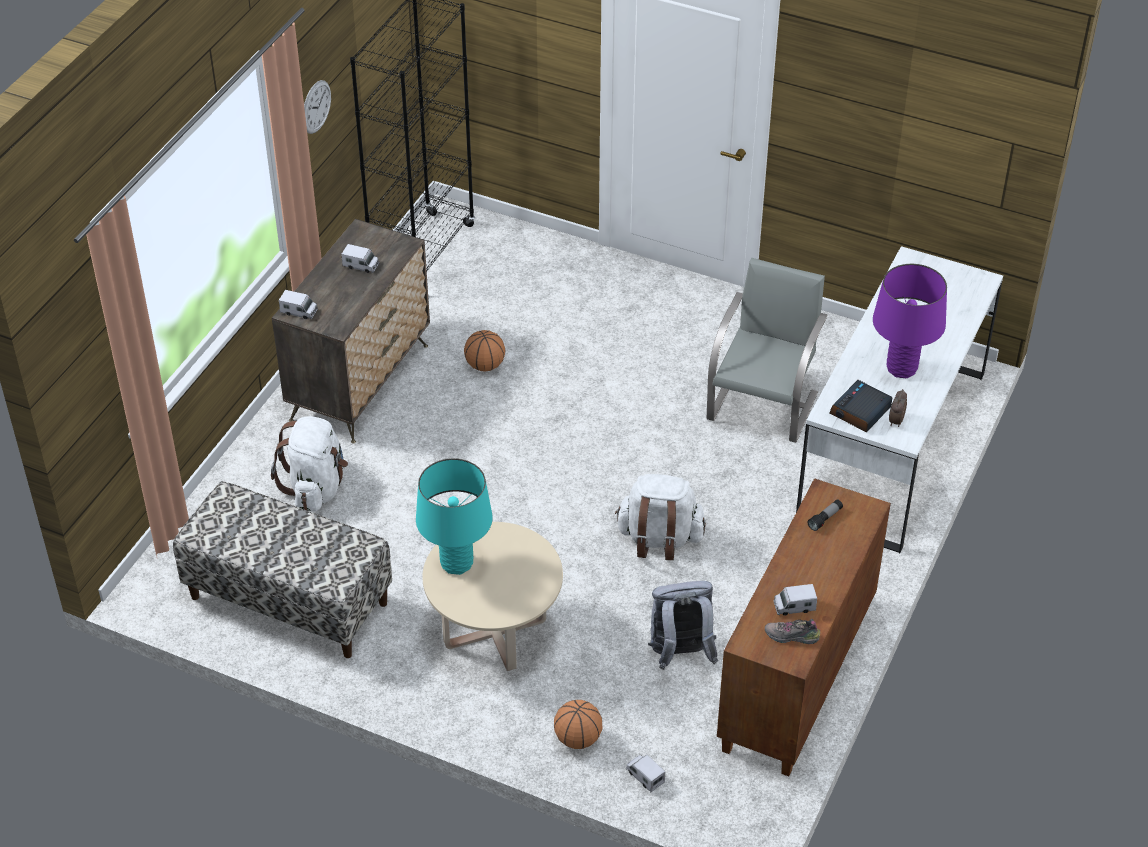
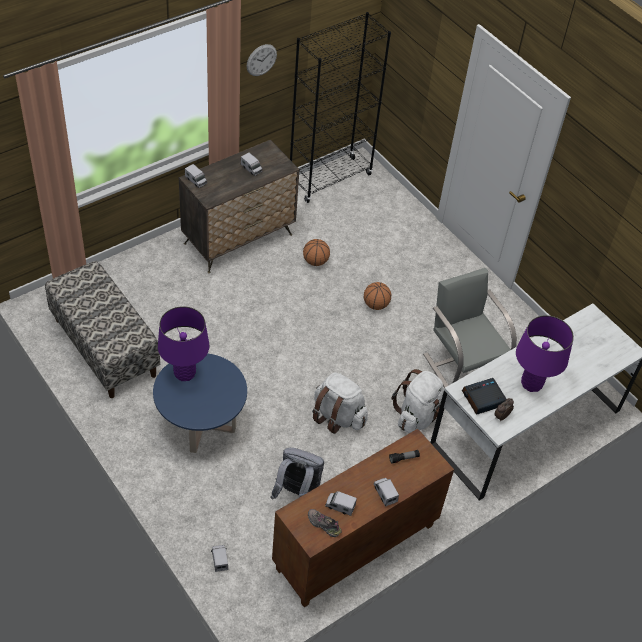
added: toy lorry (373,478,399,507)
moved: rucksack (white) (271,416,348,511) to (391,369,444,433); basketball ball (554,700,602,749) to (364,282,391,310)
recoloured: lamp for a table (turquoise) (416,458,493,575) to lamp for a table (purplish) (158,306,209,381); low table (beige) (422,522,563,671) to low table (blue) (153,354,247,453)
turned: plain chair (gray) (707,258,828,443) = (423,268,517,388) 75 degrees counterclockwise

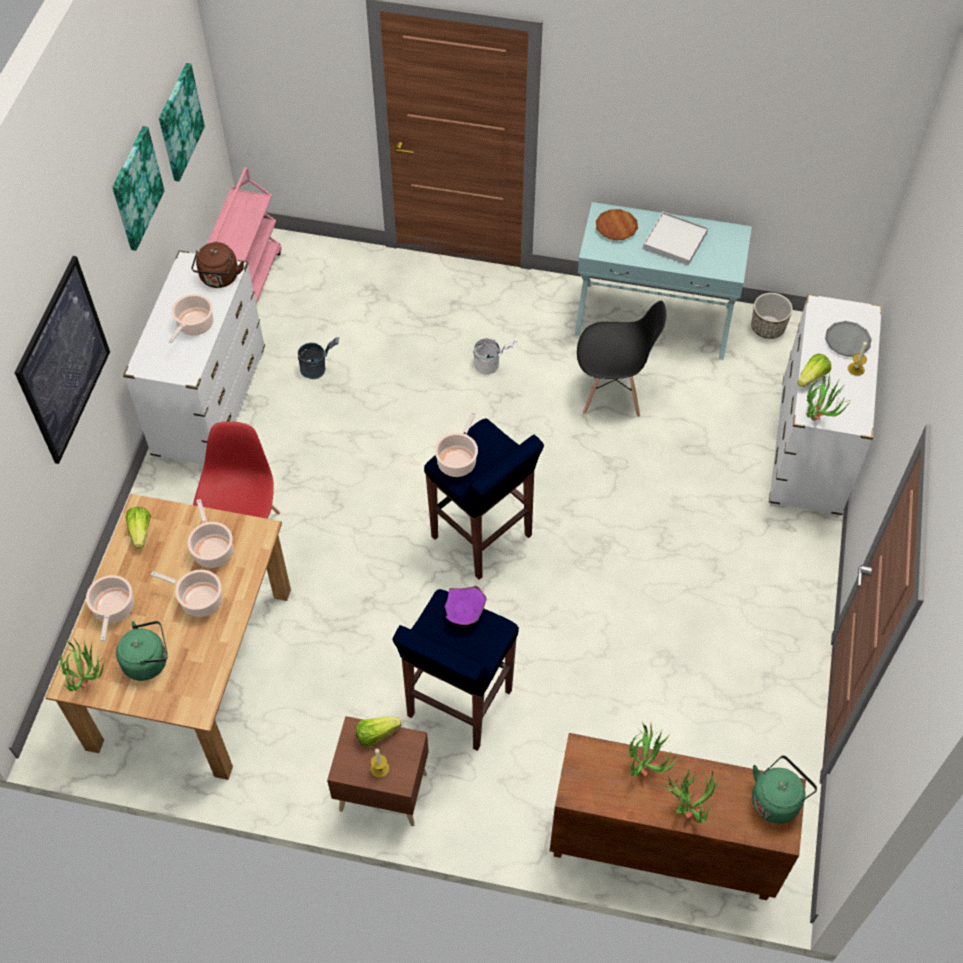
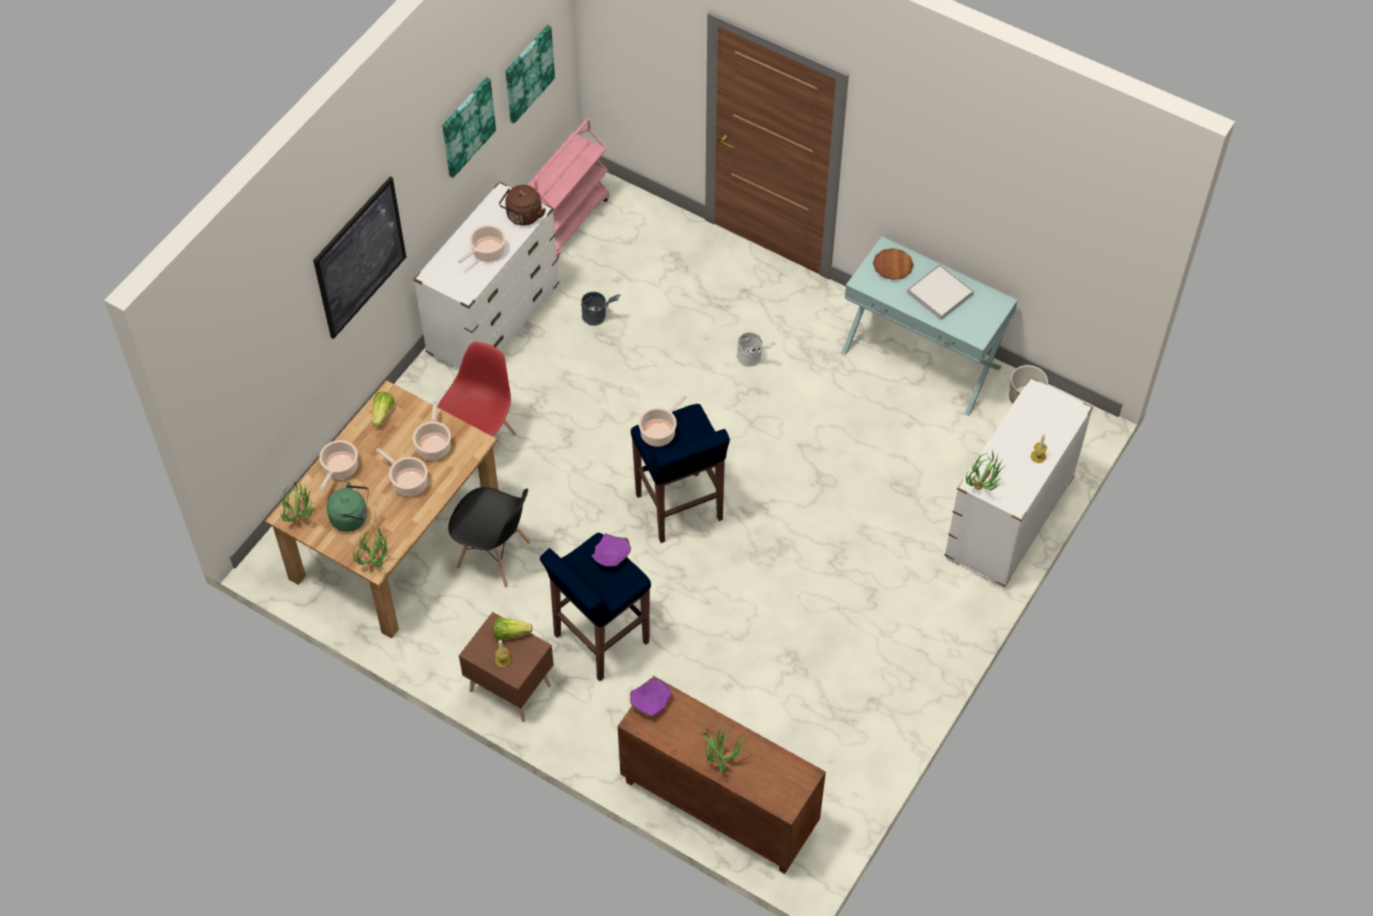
removed: water kettle (green) (752,755,817,824); head of lettuce (797,354,831,387); flat dish (gray) (825,321,872,357)
added: serving bowl (purplish) (630,678,672,717)
moved: plain chair (black) (577,301,666,417) to (448,487,531,587); houseplant (629,722,677,777) to (353,525,390,568)

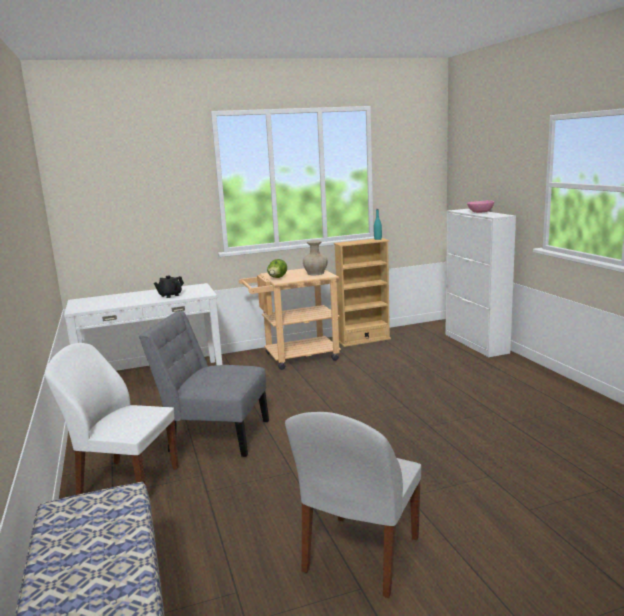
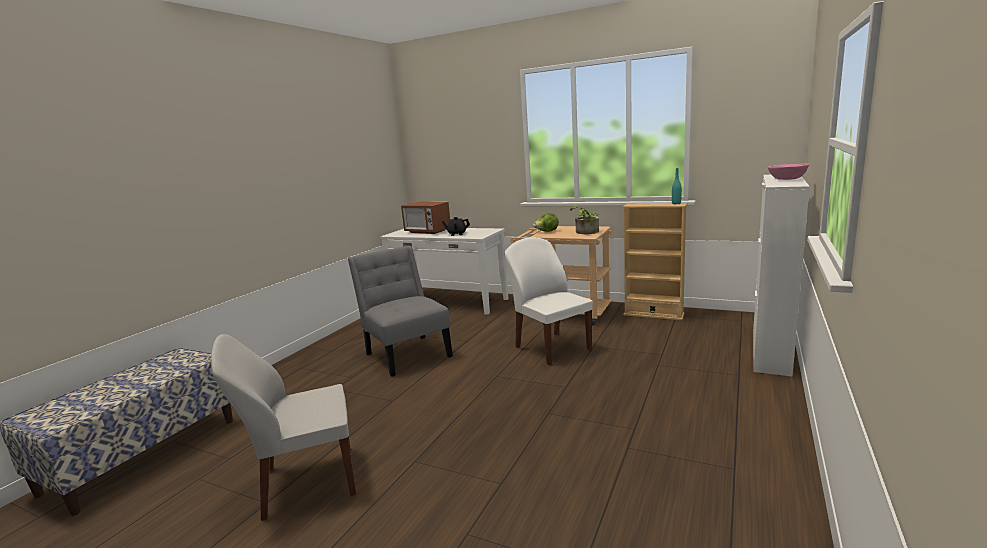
added: kitchen microwave (401,202,450,234)
moved: plain chair (white) (45,343,179,495) to (504,237,593,365)
replaced: vase (beige) (303,240,328,275) to houseplant (570,205,599,234)

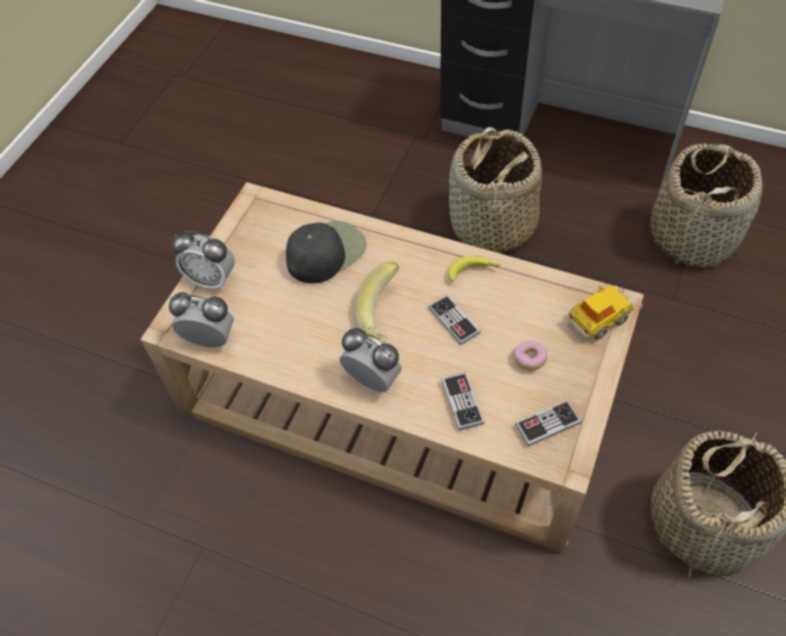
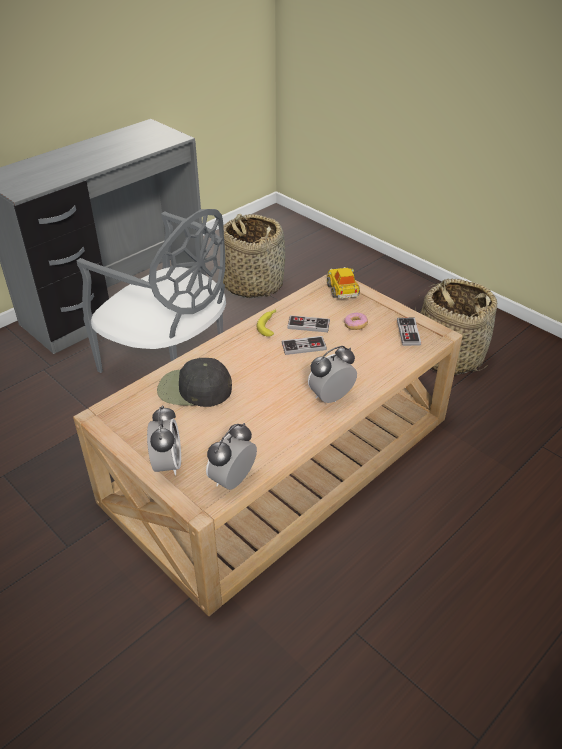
removed: banana (354,262,399,344)
moved: game controller (441,372,484,431) to (287,315,330,332)
replaced: household basket (449,127,542,253) to plain chair (gray) (77,209,226,373)
turned: table clock (172,231,235,290) = (147,405,181,475) 45 degrees counterclockwise; cap (black) (286,221,367,283) = (157,358,232,407) 60 degrees counterclockwise

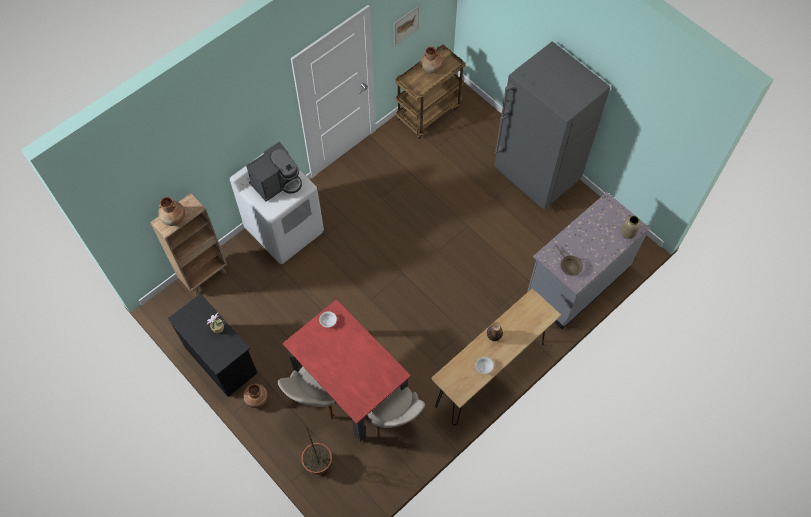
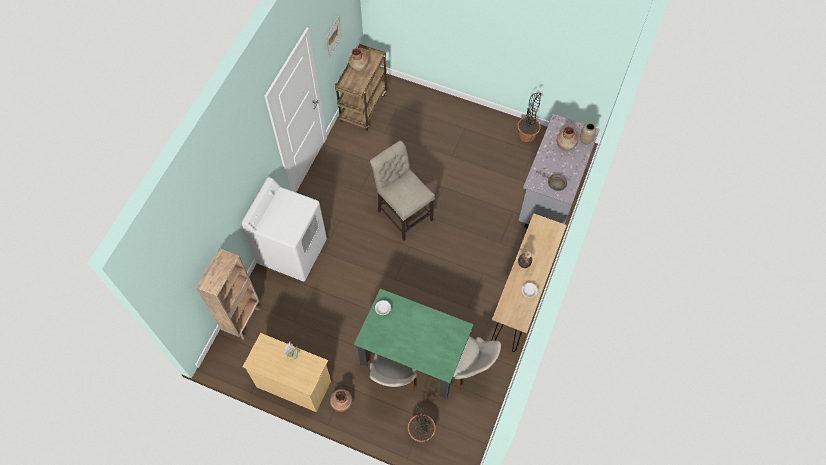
removed: coffee machine (246,142,302,202); fridge (gray) (494,42,610,210)
added: plain chair (beige) (370,141,435,241); houseplant (518,93,541,142)
moved: vase (brown) (159,197,185,226) to (557,126,578,150)
recoloured: drawer chest (black) (168,294,257,397) to drawer chest (beige) (243,333,331,412); kitchen table (red-coloured) (282,299,411,442) to kitchen table (green) (354,289,474,399)

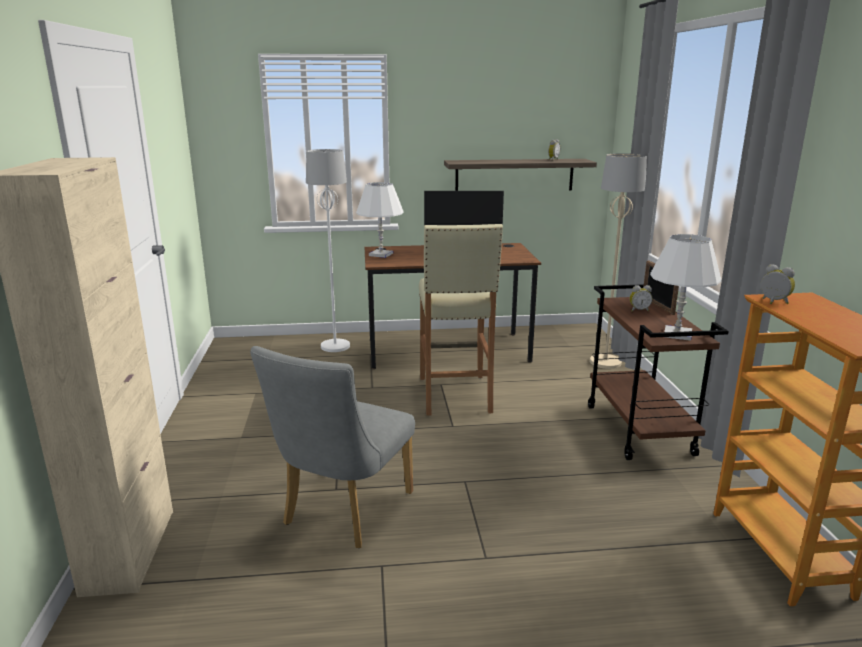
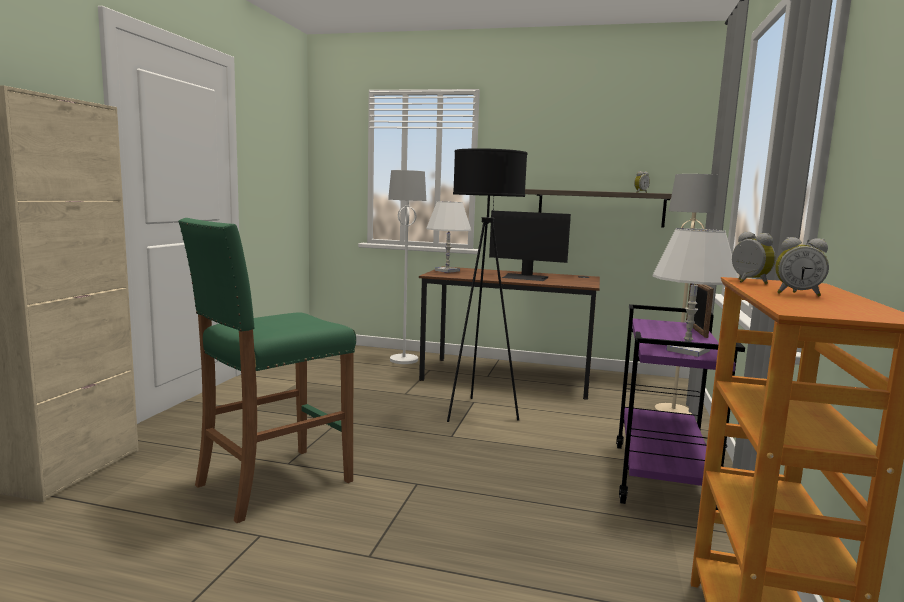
moved: table clock (630,285,652,312) to (775,237,829,297)
replaced: plain chair (gray) (250,346,415,548) to stool seat (green) (178,218,356,523); stool seat (beige) (419,224,503,416) to standing lamp (black) (447,148,527,422)
recoloured: cart (brown) (588,284,729,460) to cart (purplish) (616,304,745,510)

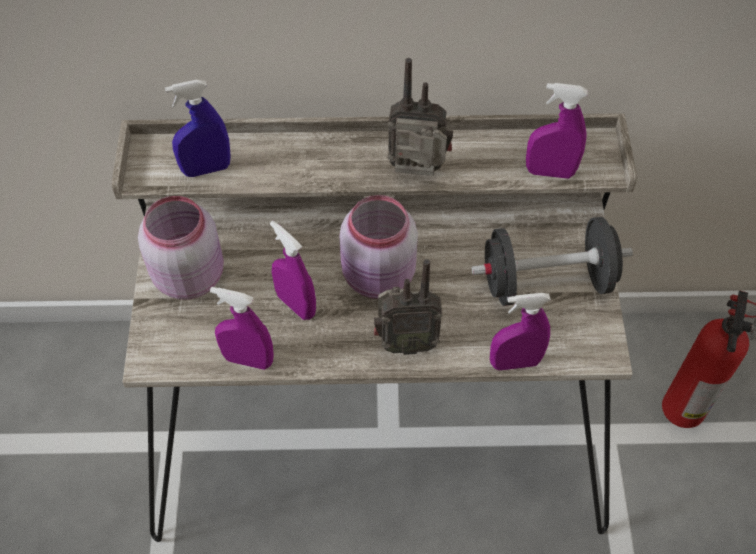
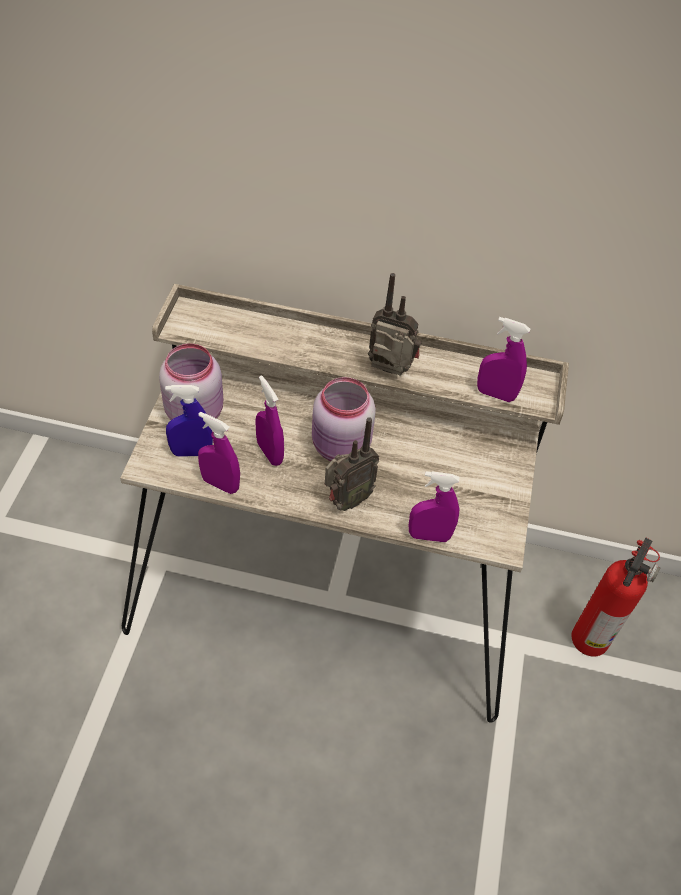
removed: free weight (black) (472,217,633,306)
moved: hand sprayer (blue) (165,80,231,177) to (165,385,213,457)
turned: radio receiver (374,259,443,355) = (325,417,379,511) 45 degrees counterclockwise

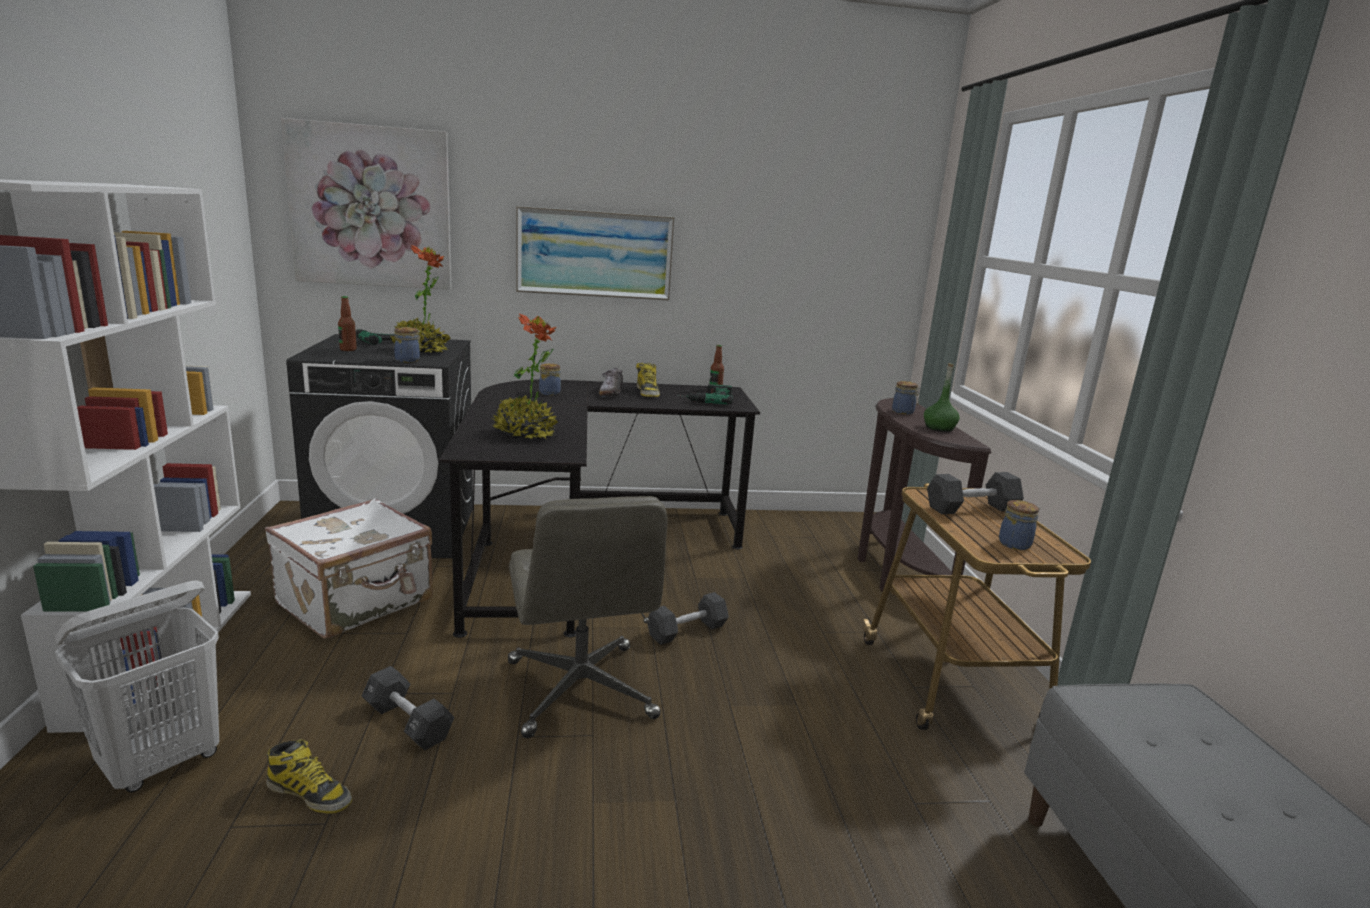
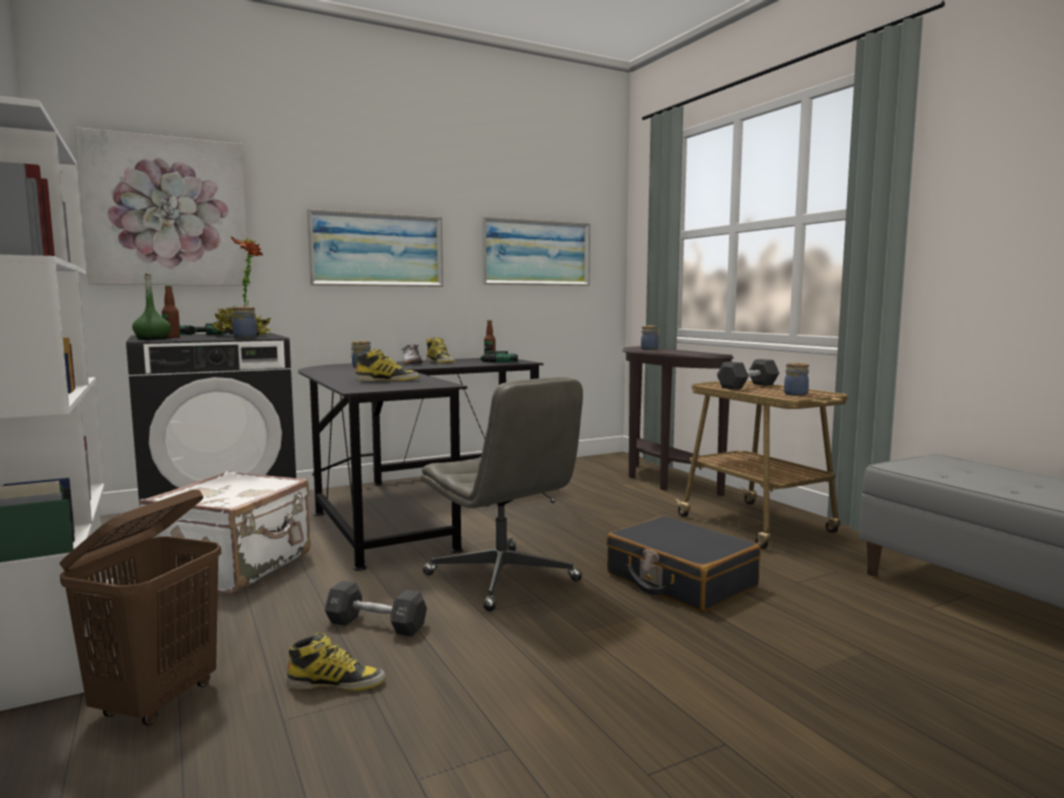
removed: free weight (black) (647,592,729,645)
added: wall art (482,217,590,286); piece of luggage (black) (606,516,761,612)
moved: beverage bottle (green) (924,363,960,432) to (132,274,171,340)
replaced: houseplant (490,314,558,440) to high-top boot (355,349,419,381)
recoloured: washing basket (white) (55,580,219,792) to washing basket (brown) (60,489,221,726)

